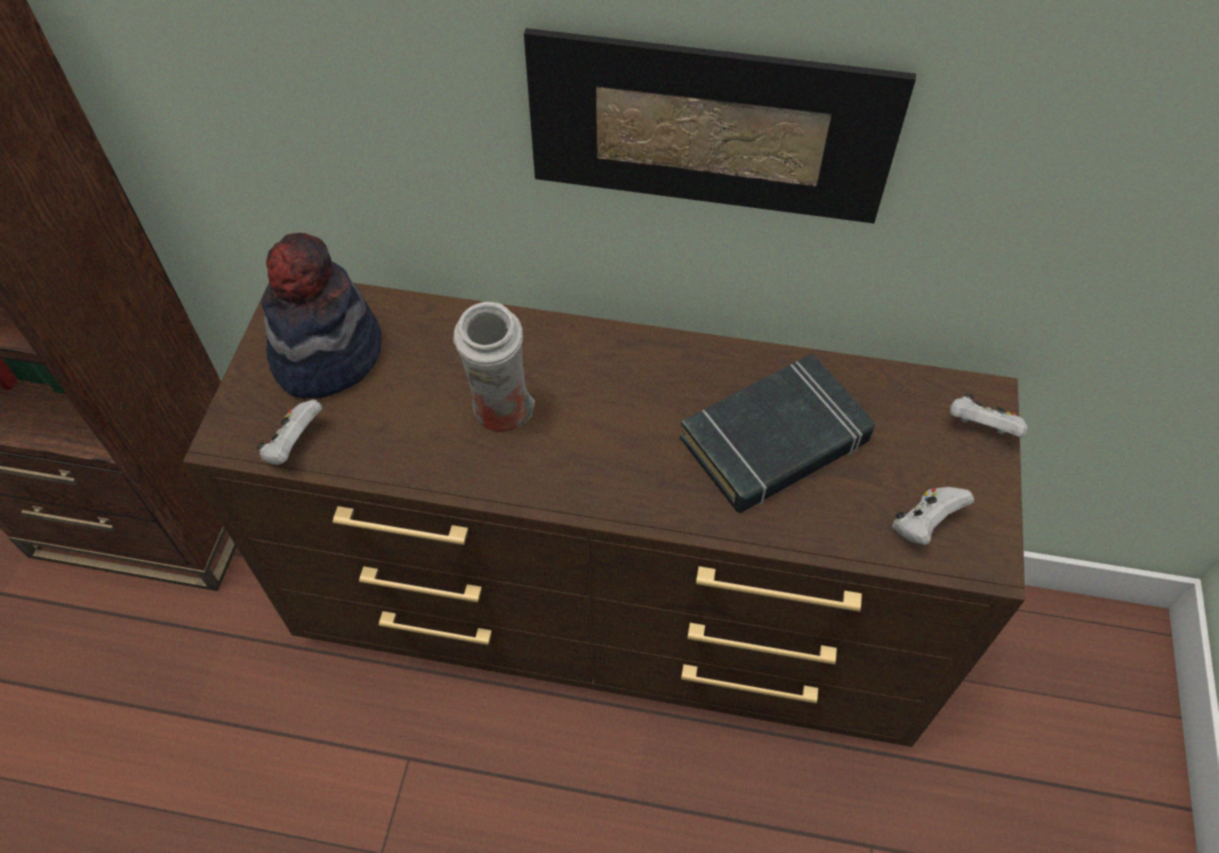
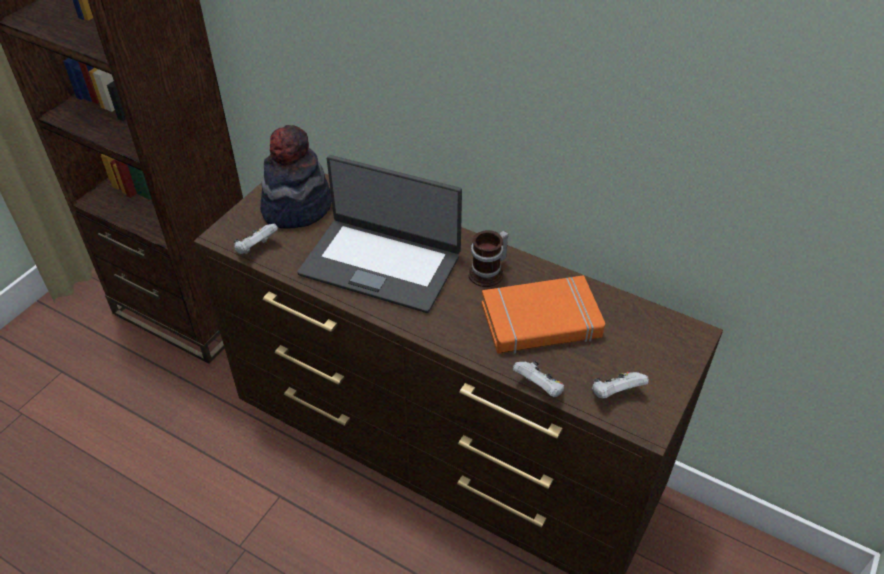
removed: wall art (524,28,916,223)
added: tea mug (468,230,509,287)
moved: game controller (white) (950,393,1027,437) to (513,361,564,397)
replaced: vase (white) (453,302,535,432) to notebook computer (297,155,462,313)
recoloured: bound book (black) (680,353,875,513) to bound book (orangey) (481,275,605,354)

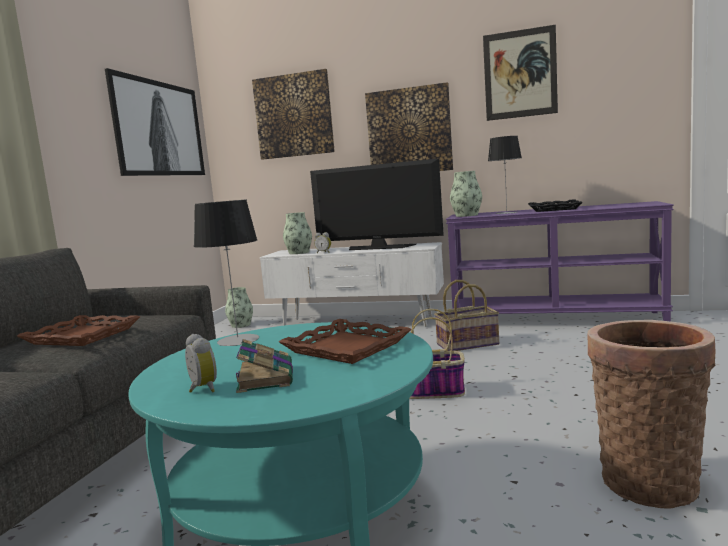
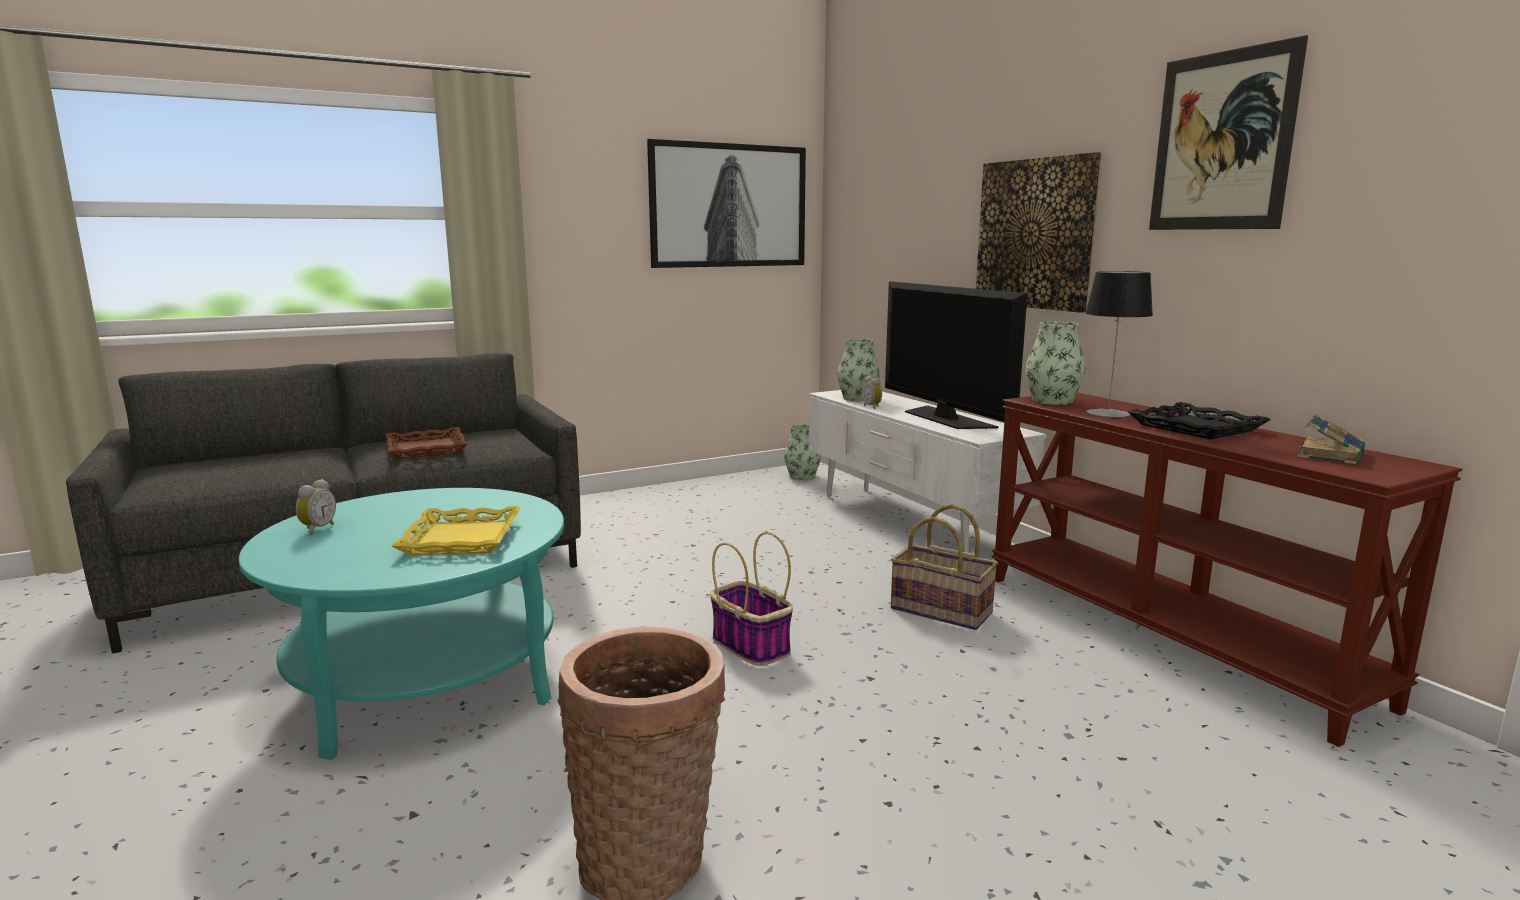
removed: lamp for a table (194,199,259,346); wall art (252,69,335,160)
moved: bound book (236,339,293,393) to (1297,414,1365,464)
recoloured: tray (brown) (279,319,411,364) to tray (yellow) (391,506,521,555); narrow table (purplish) (446,201,674,322) to narrow table (brown) (991,393,1462,747)

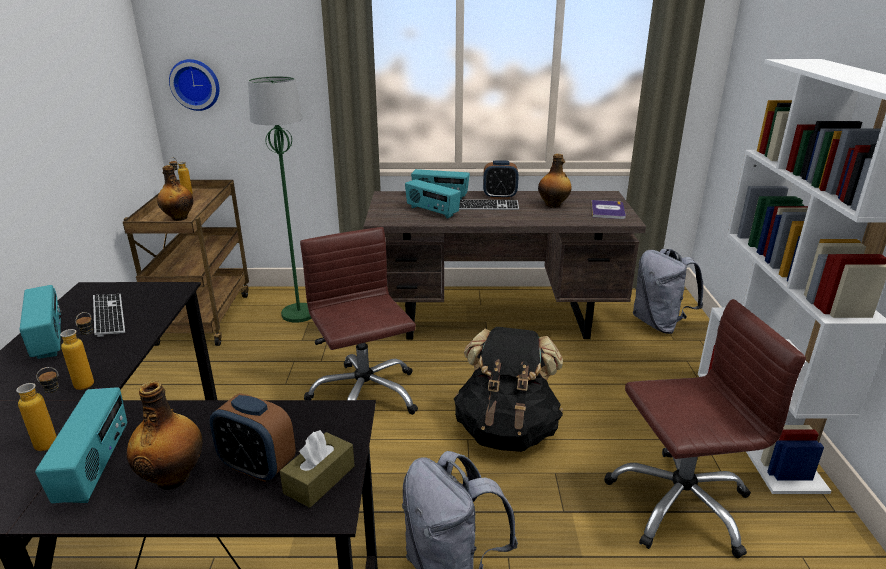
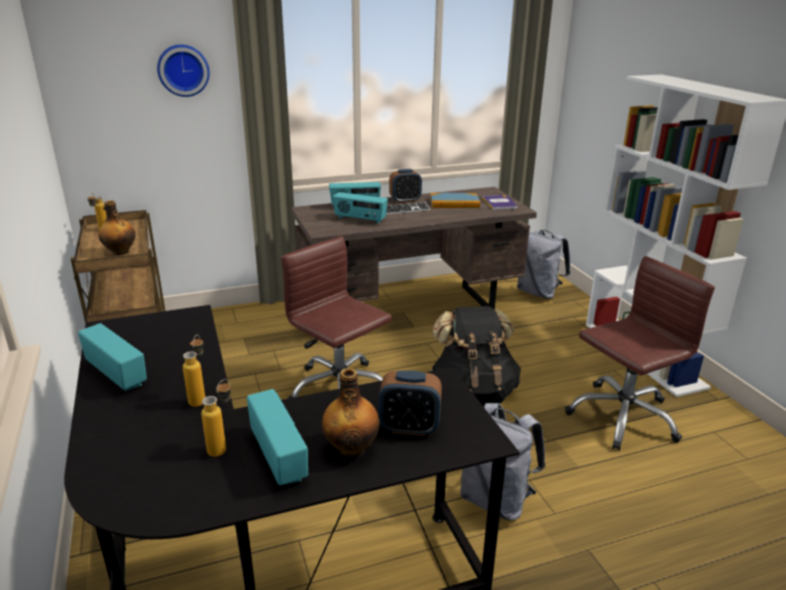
removed: computer keyboard (93,294,125,337); standing lamp (green) (248,76,312,323); tissue box (brown) (280,430,355,508)
moved: wall clock (169,59,220,111) to (157,45,210,97)
replaced: beverage bottle (538,154,572,208) to bound book (430,193,480,208)

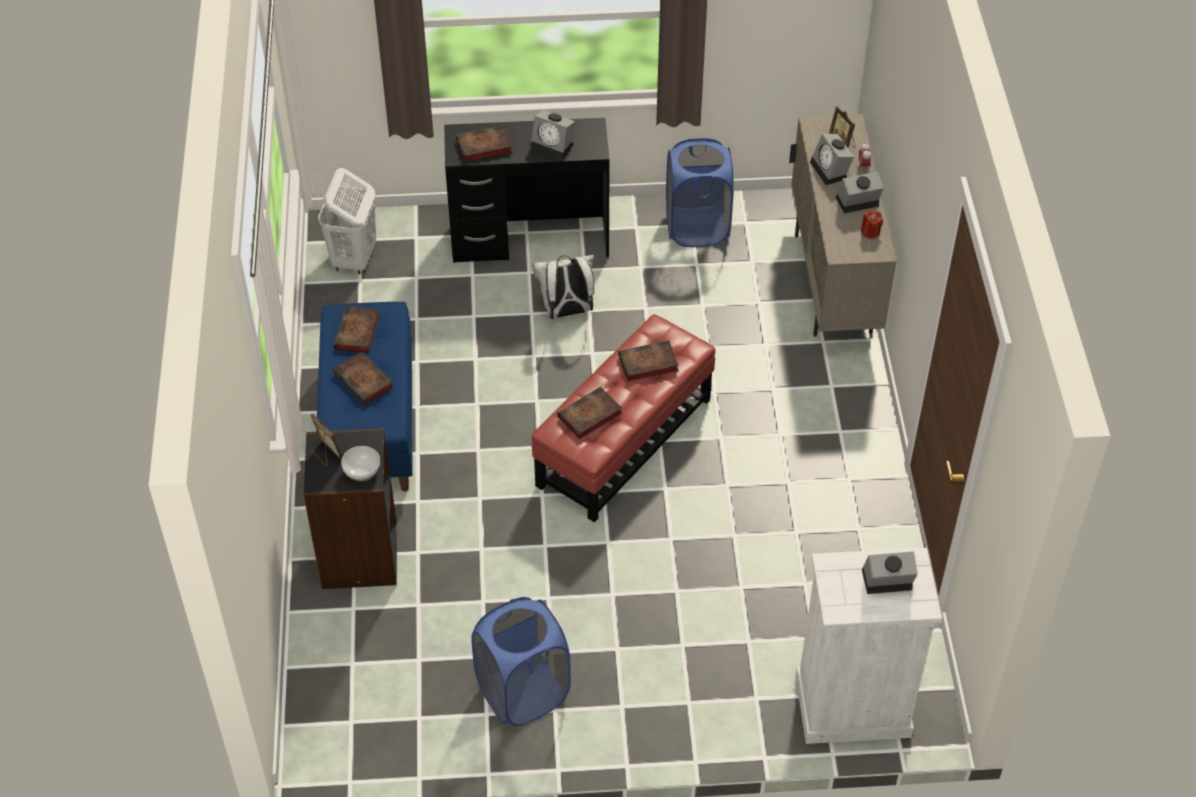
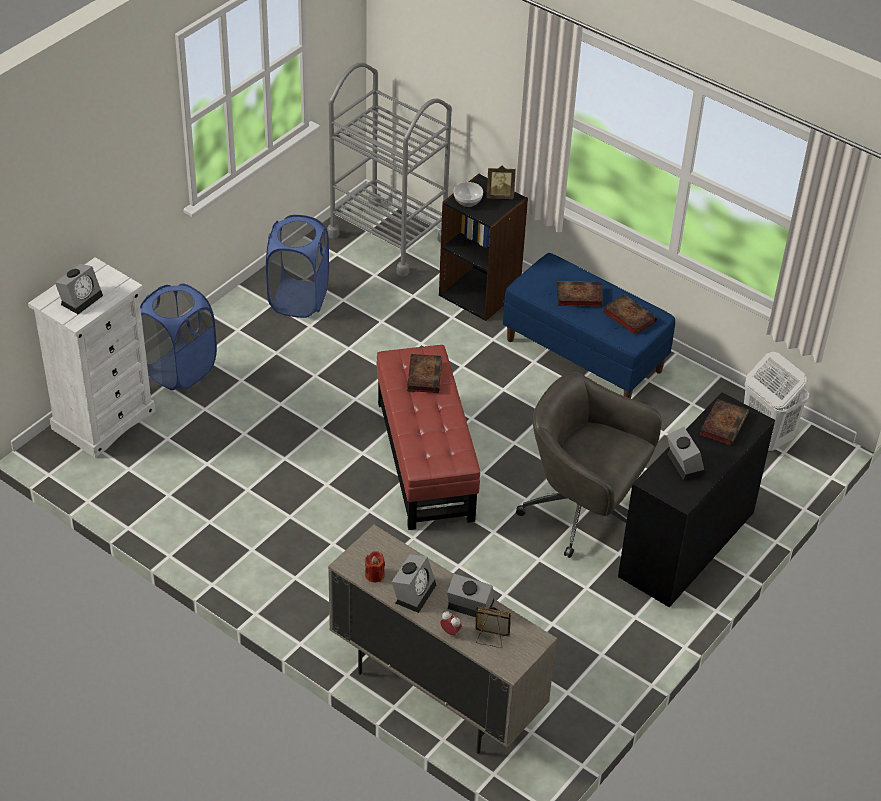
removed: bound book (618,340,679,381)
added: cart (gray) (327,63,452,277)
moved: washing basket (blue) (666,138,734,247) to (140,283,217,390)
replaced: rucksack (white) (533,255,594,319) to office chair (gray) (516,372,662,558)
turned: table clock (531,110,575,159) = (667,427,705,480) 90 degrees clockwise

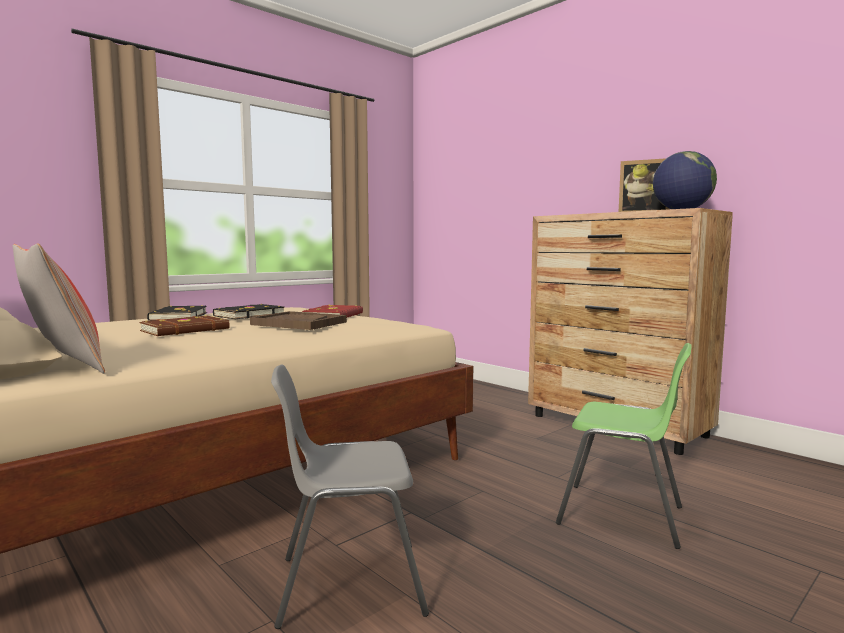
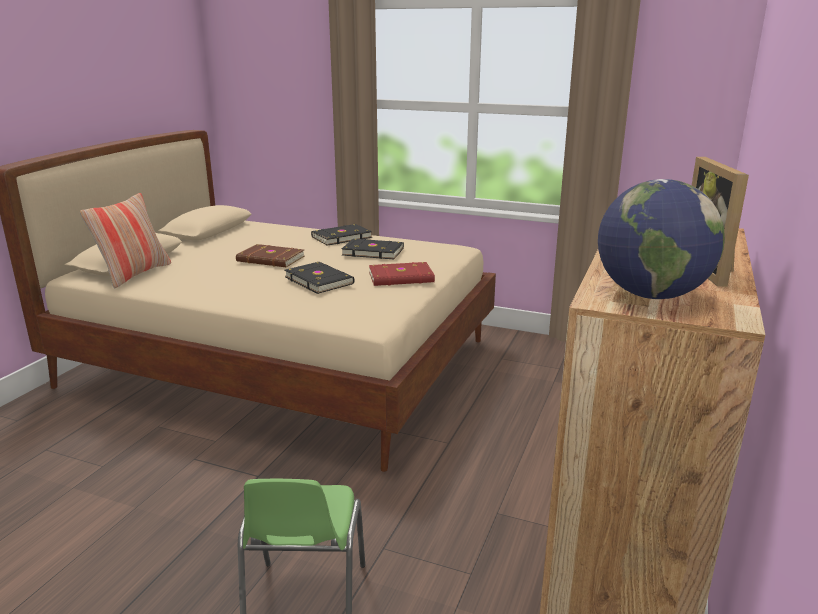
removed: plain chair (gray) (271,365,429,629)
replaced: tray (brown) (250,311,347,330) to bound book (black) (284,262,355,294)

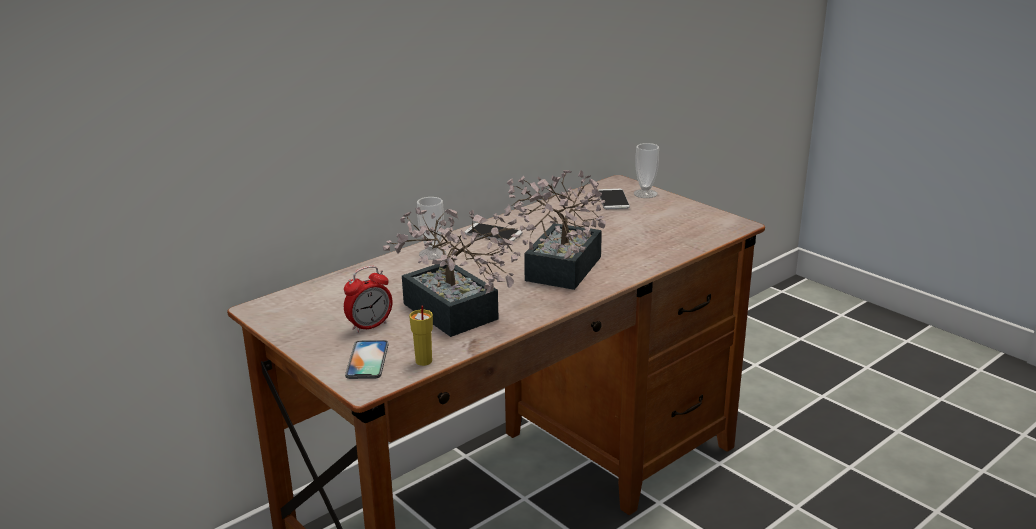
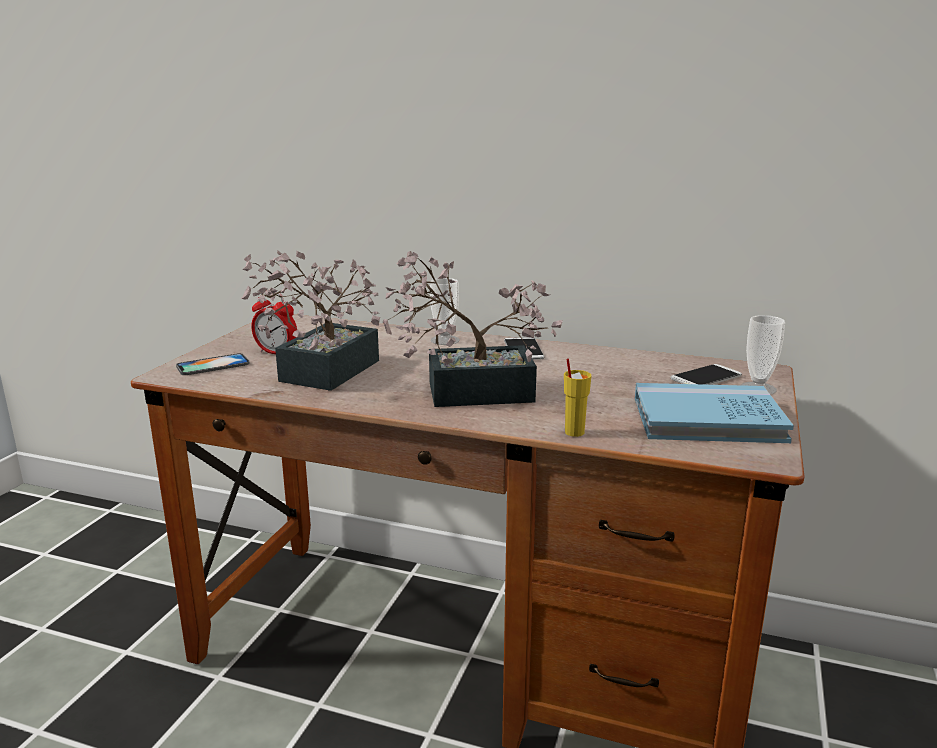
added: bound book (blue) (635,383,794,443)
moved: drinking cup (yellow) (409,305,433,366) to (564,359,592,437)

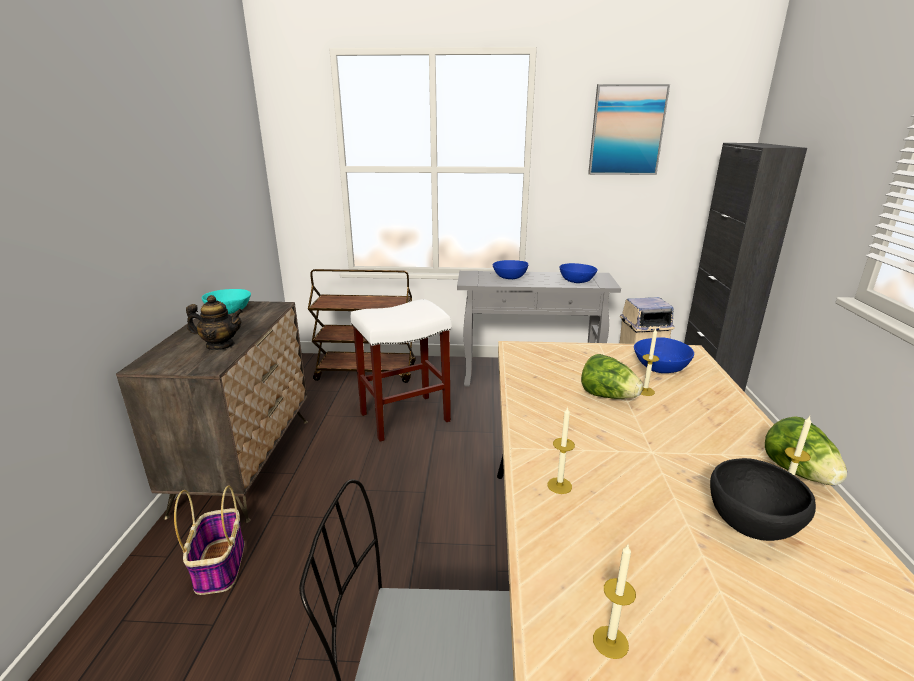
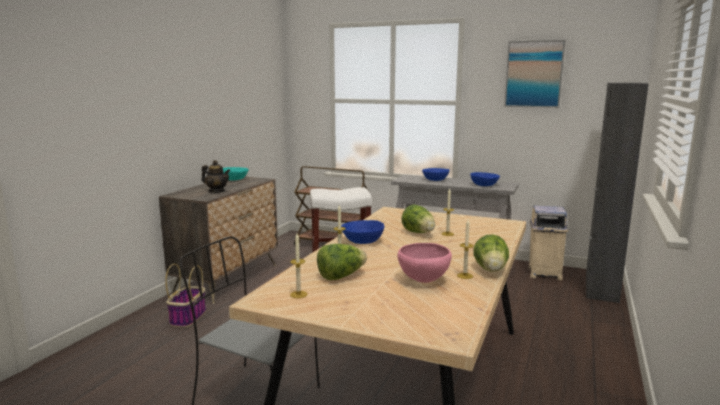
added: head of lettuce (317,244,367,280)
moved: serving bowl (blue) (634,338,694,373) to (341,220,384,244)
recoloured: serving bowl (black) (710,458,816,541) to serving bowl (pinkish) (398,243,452,283)

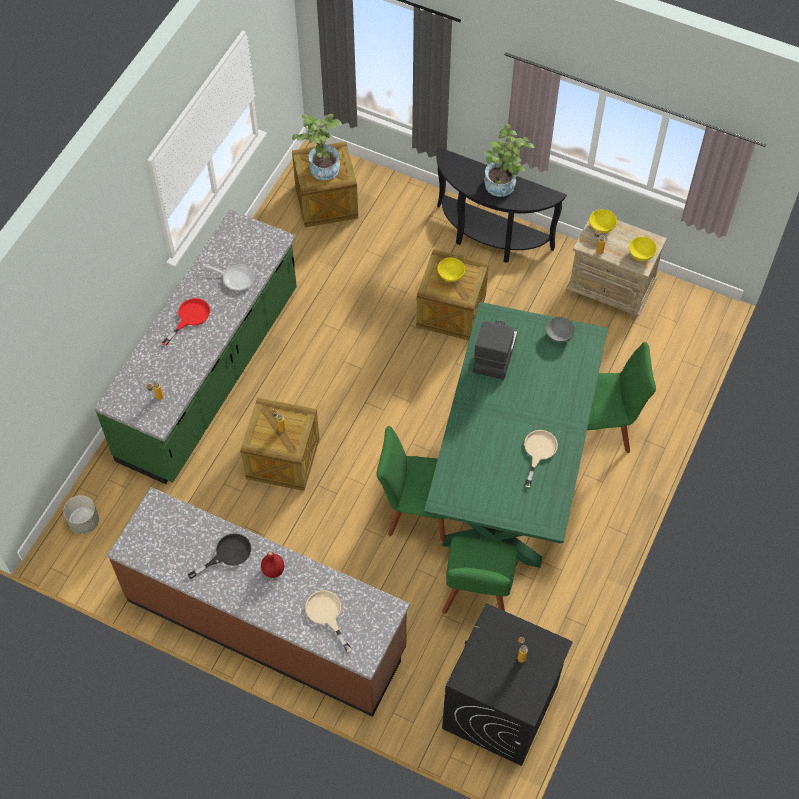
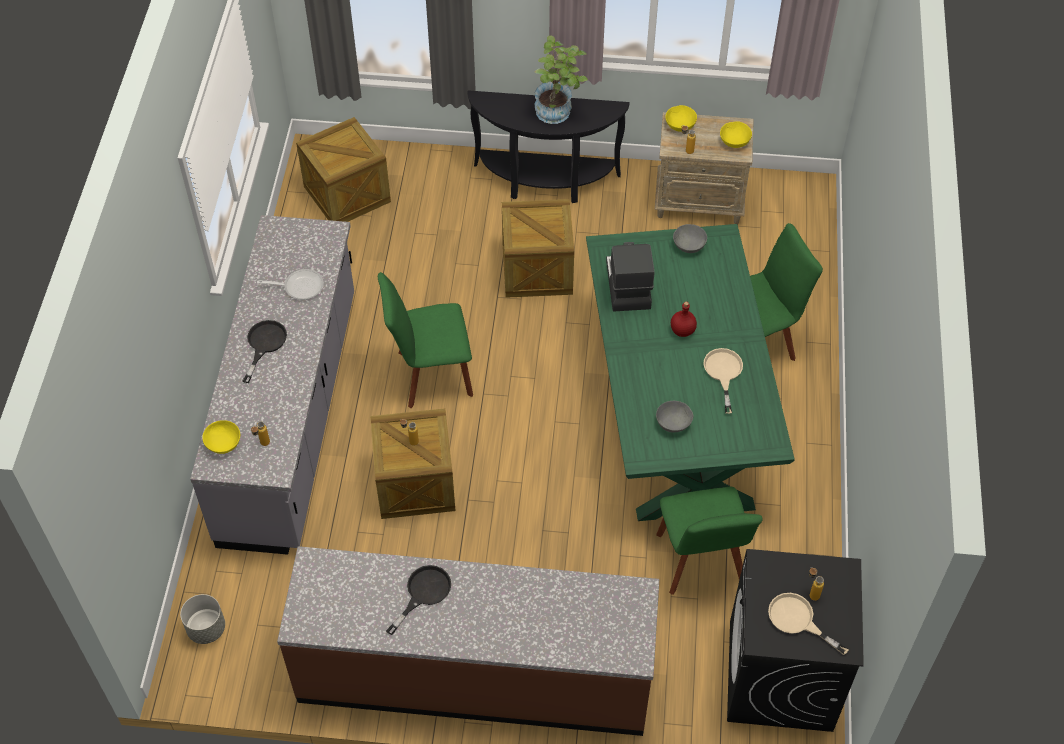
removed: houseplant (292,114,342,180)
added: serving bowl (gray) (656,401,693,432)
moved: beverage bottle (red-coloured) (261,551,284,578) to (671,302,697,337); skillet (beige) (305,590,351,652) to (768,593,849,655); plain chair (green) (376,426,446,542) to (378,272,473,408); serving bowl (yellow) (438,257,465,282) to (202,420,240,454)
recoloured: counter (green) (94,209,297,484) to counter (gray) (190,215,354,555); skillet (red-coloured) (162,298,210,346) to skillet (black) (243,320,287,383)

